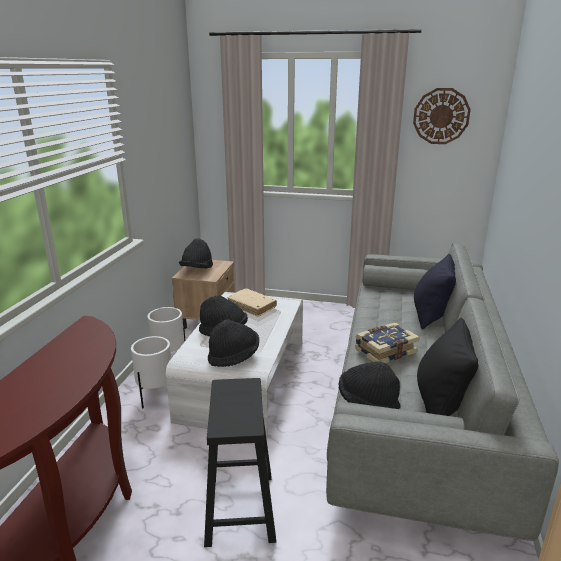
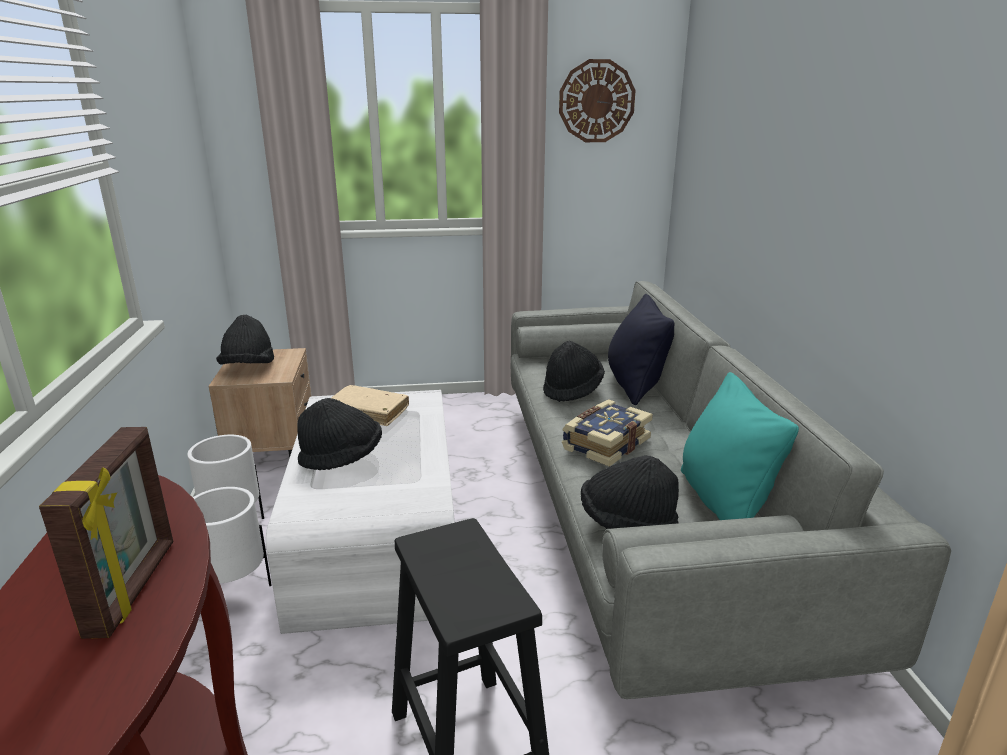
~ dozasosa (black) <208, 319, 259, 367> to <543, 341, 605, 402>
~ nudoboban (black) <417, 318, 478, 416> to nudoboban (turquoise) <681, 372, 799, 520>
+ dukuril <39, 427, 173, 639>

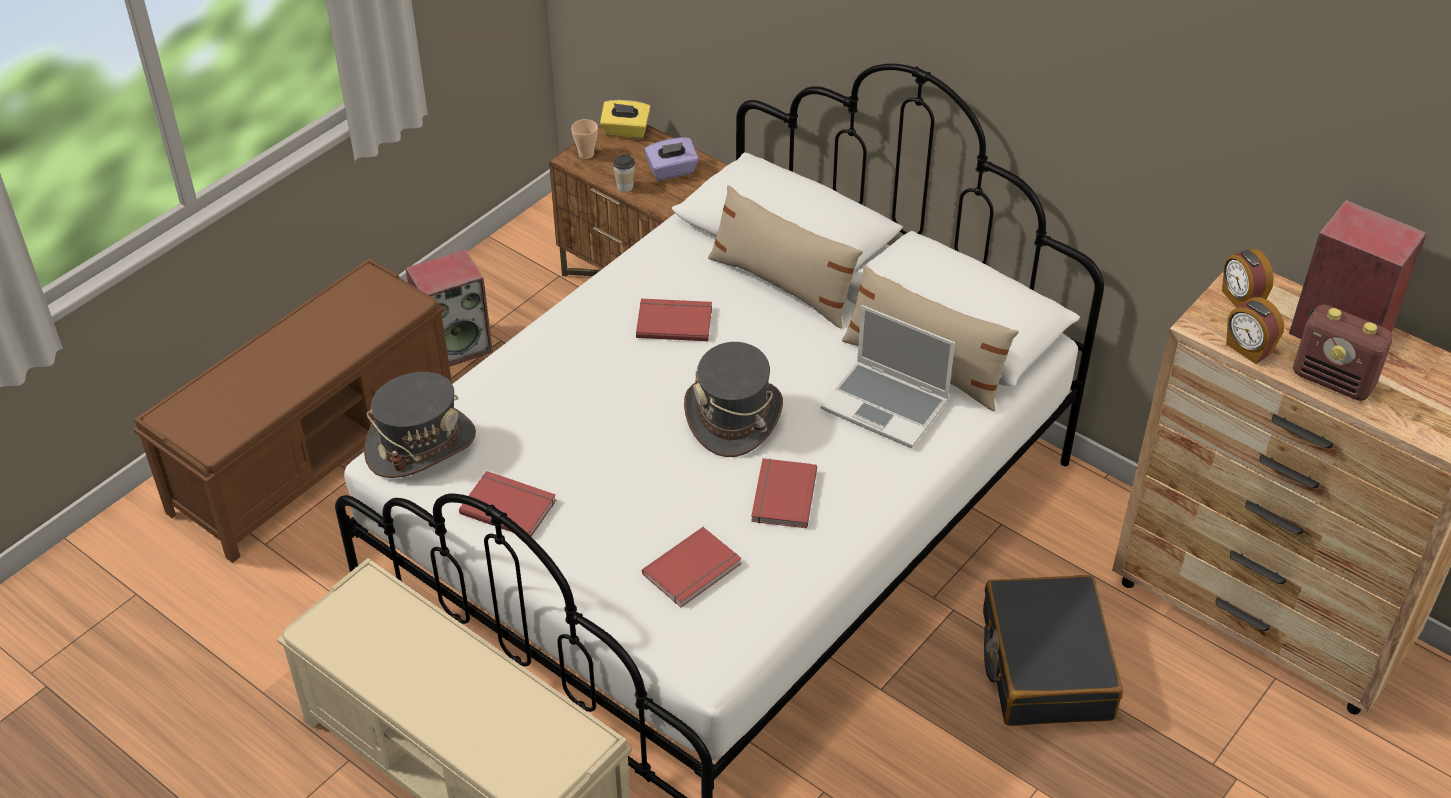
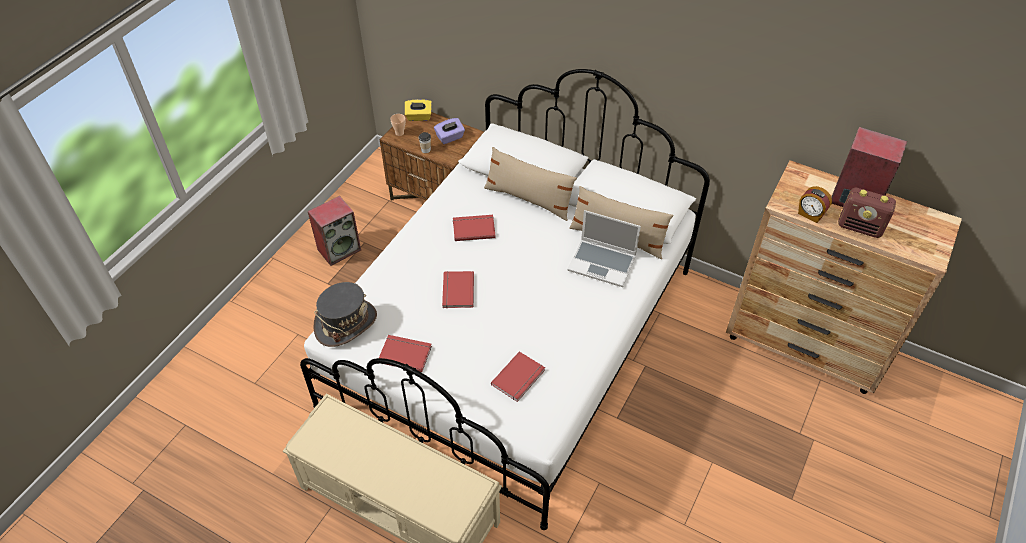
- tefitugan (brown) <133, 258, 452, 563>
- dozasosa (grey) <684, 342, 783, 457>
~ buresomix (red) <751, 458, 817, 528> to <442, 271, 474, 308>
- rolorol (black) <983, 575, 1123, 726>
- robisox <1222, 249, 1274, 308>

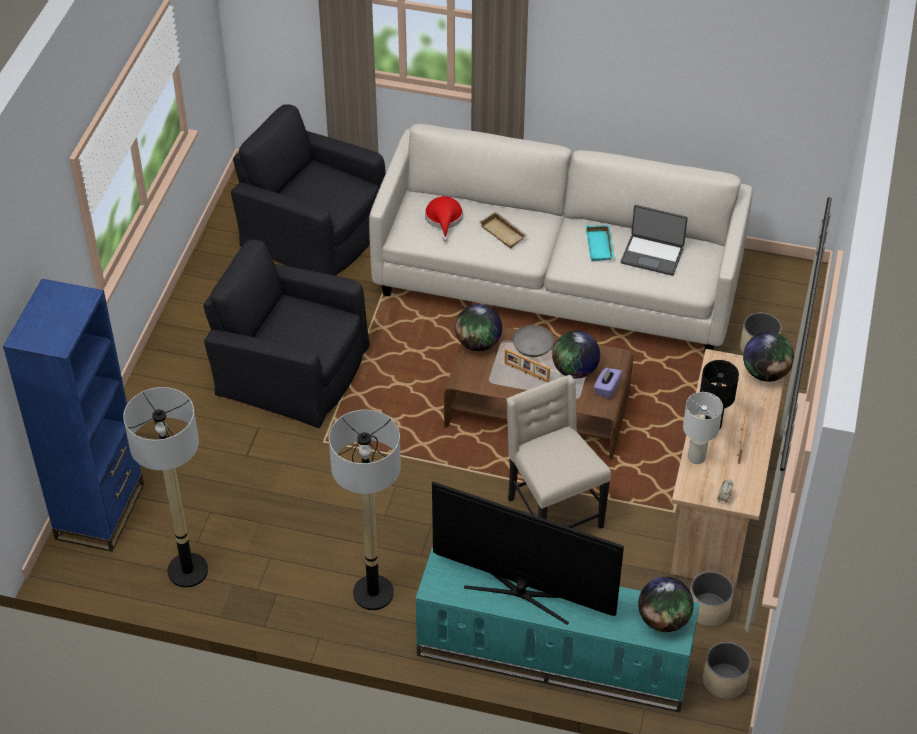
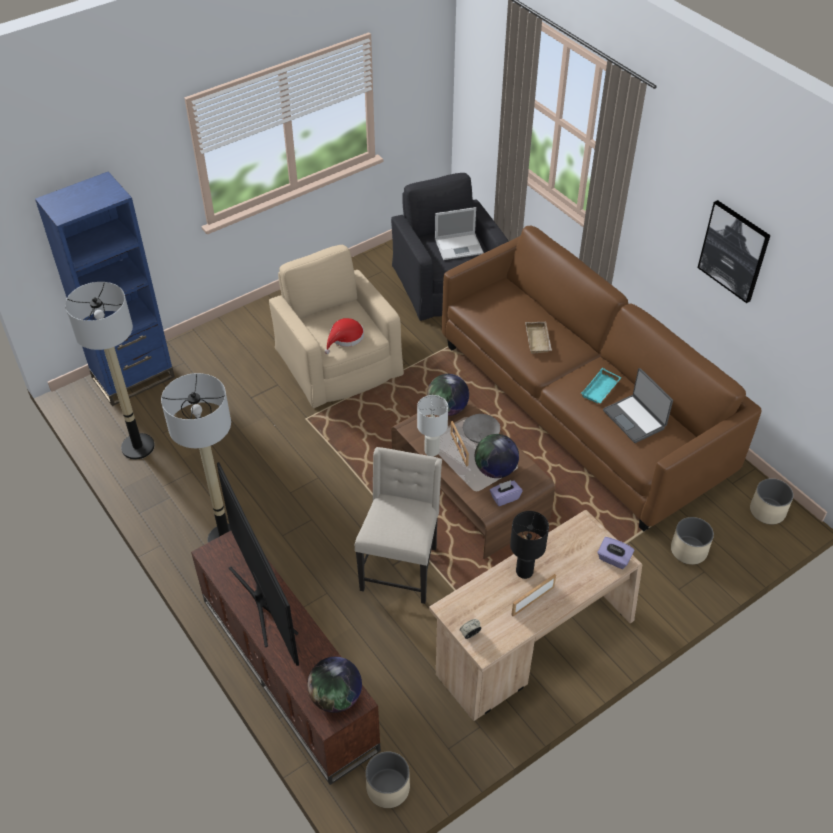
~ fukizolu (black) <203, 240, 370, 428> to fukizolu (beige) <269, 245, 404, 408>
~ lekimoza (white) <369, 124, 753, 354> to lekimoza (brown) <442, 226, 761, 532>
~ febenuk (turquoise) <416, 548, 700, 713> to febenuk (brown) <191, 531, 381, 785>
~ dozasosa (red) <425, 196, 463, 242> to <325, 318, 364, 354>
~ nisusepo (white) <683, 392, 723, 464> to <417, 395, 448, 456>
~ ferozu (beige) <690, 571, 734, 627> to <750, 478, 793, 524>
~ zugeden <743, 332, 794, 382> to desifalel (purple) <597, 537, 634, 569>
+ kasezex <435, 207, 484, 260>
+ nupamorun <698, 200, 770, 303>

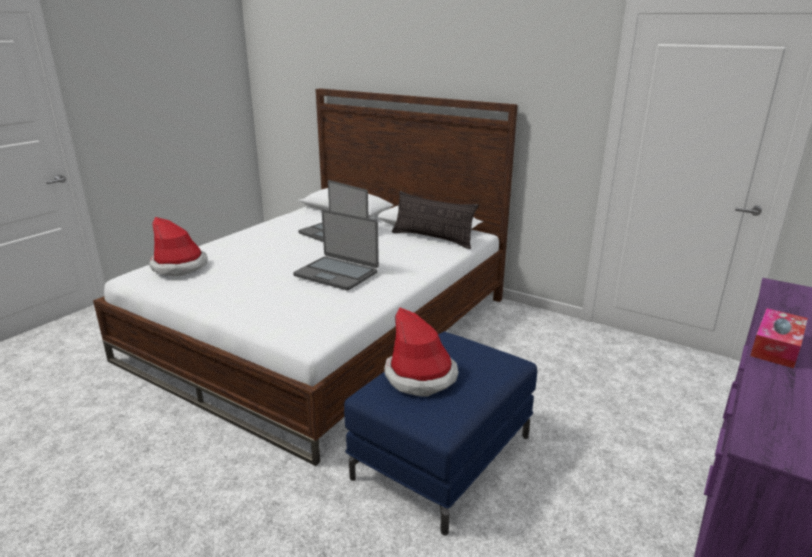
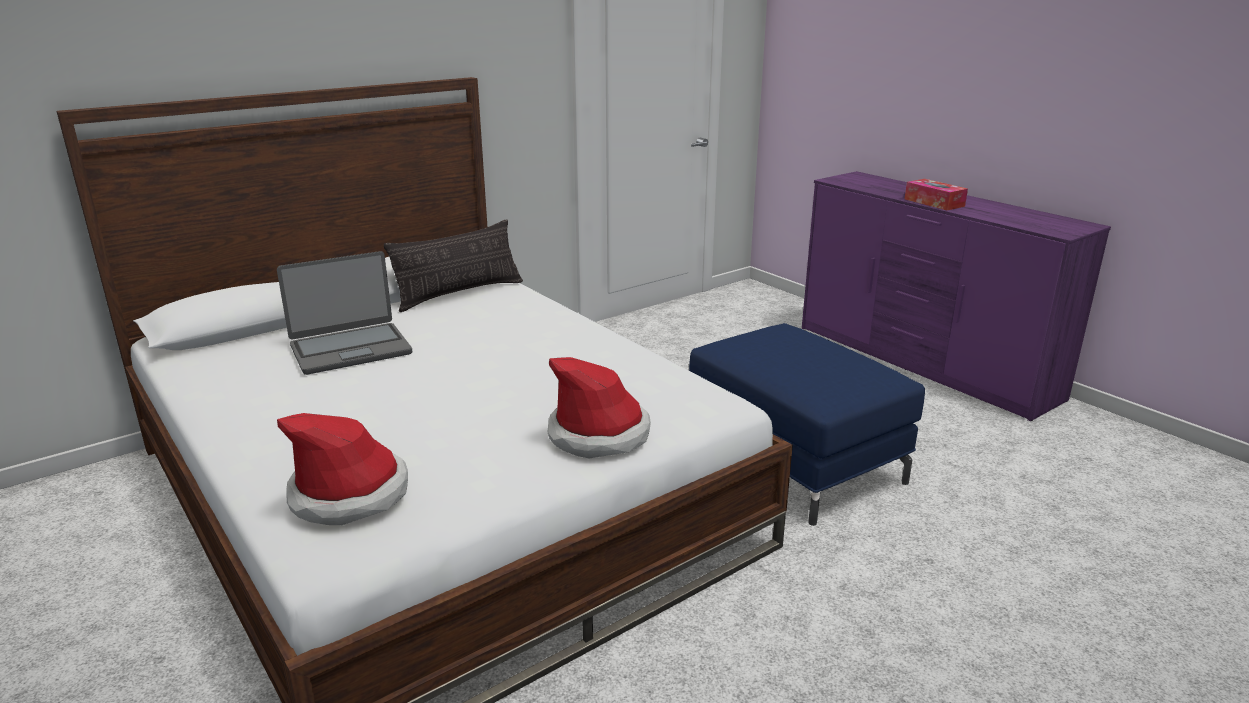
- kasezex <293, 209, 379, 291>
~ dozasosa <384, 307, 459, 397> to <548, 357, 651, 458>

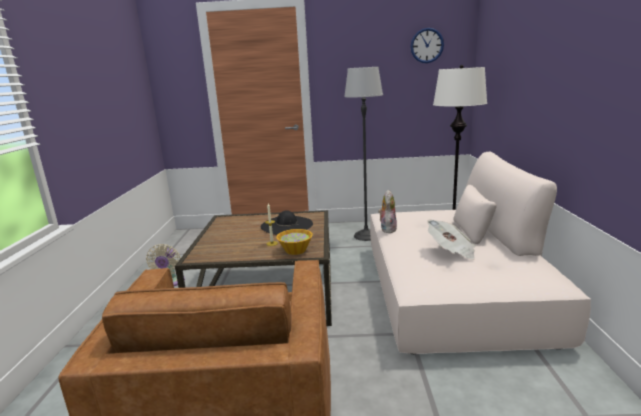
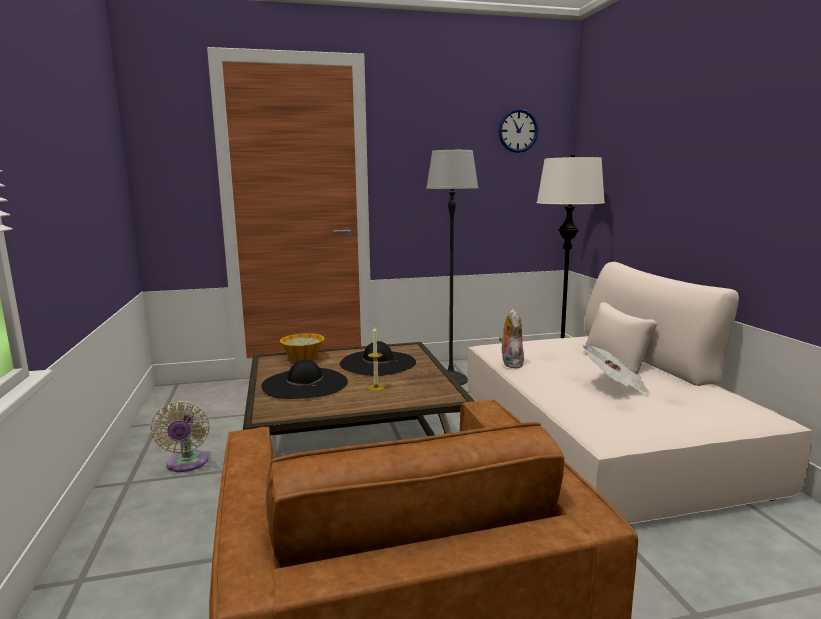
~ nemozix <276, 229, 313, 255> to <280, 333, 325, 362>
+ dozasosa (black) <262, 360, 348, 399>

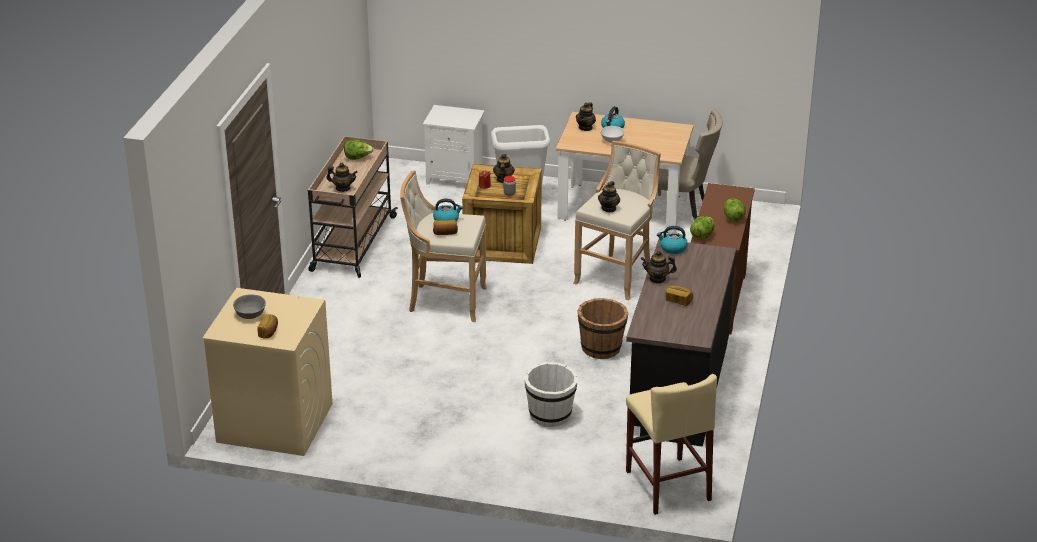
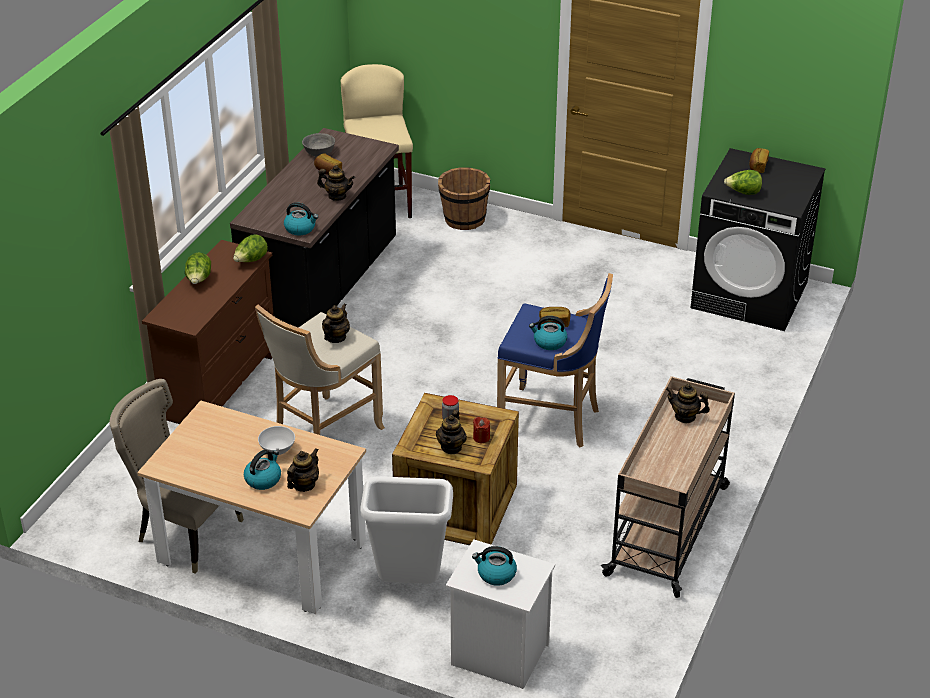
~ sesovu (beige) <202, 288, 333, 456> to sesovu (black) <690, 148, 826, 331>
~ nemozix (grey) <233, 294, 266, 319> to <302, 133, 335, 156>
~ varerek <344, 140, 374, 160> to <724, 170, 762, 195>
~ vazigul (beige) <400, 171, 487, 322> to vazigul (blue) <497, 273, 613, 447>
- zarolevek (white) <524, 362, 578, 427>
~ zarolevek (brown) <578, 298, 628, 359> to <438, 168, 490, 230>
+ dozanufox <472, 546, 517, 586>

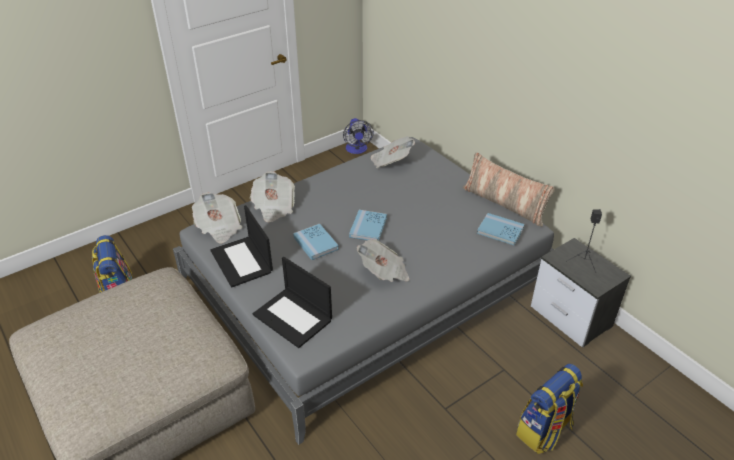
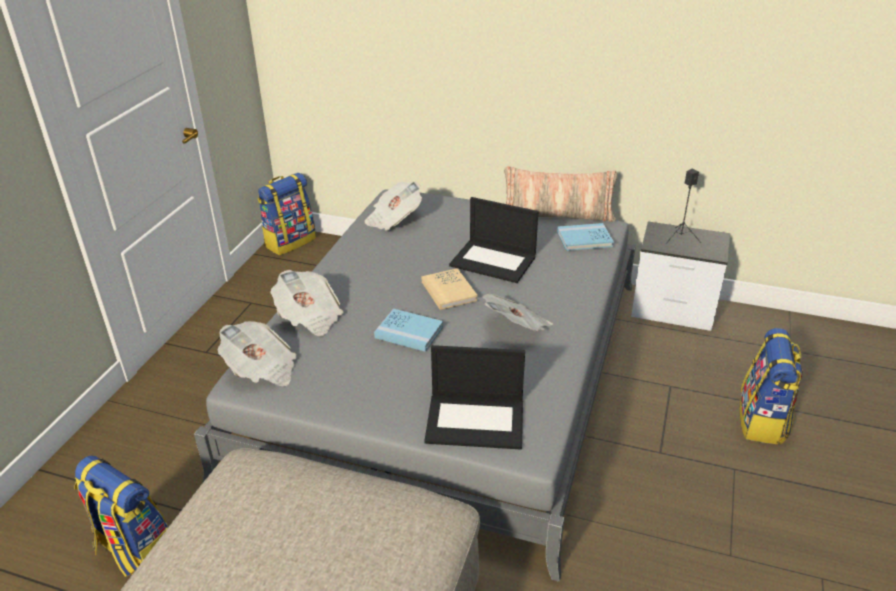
~ kasezex <211, 205, 273, 288> to <449, 197, 538, 283>
~ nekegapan <343, 118, 374, 154> to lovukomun <257, 173, 316, 255>
~ buresomix (blue) <349, 210, 387, 241> to buresomix (beige) <421, 268, 478, 310>

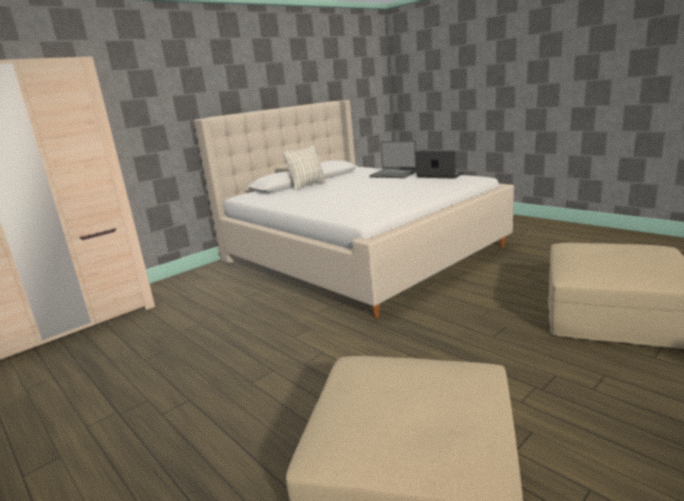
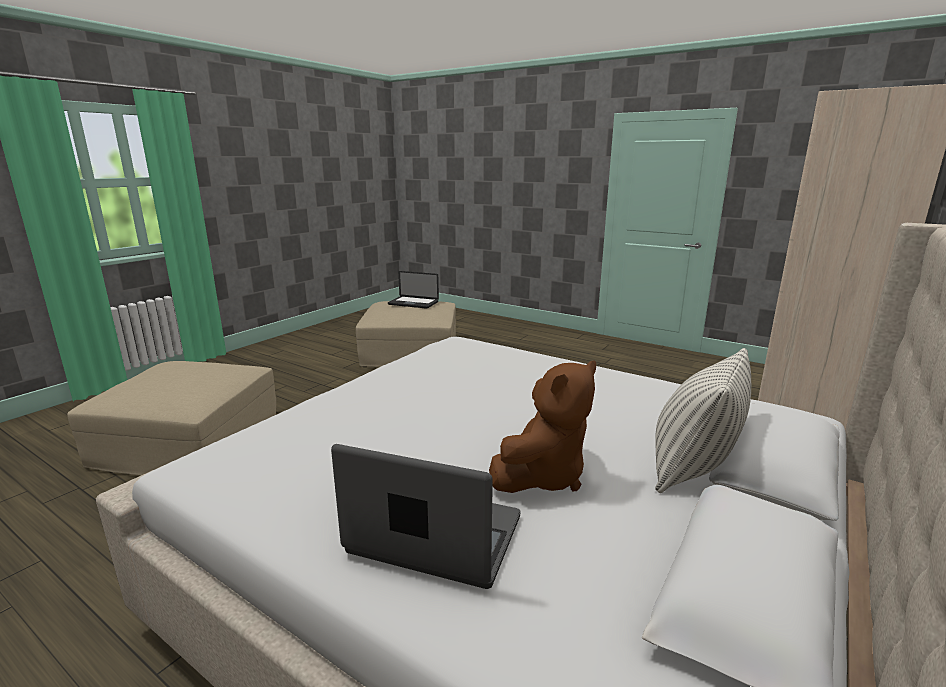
~ kasezex <415, 151, 464, 179> to <388, 271, 439, 309>
+ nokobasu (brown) <489, 361, 596, 493>

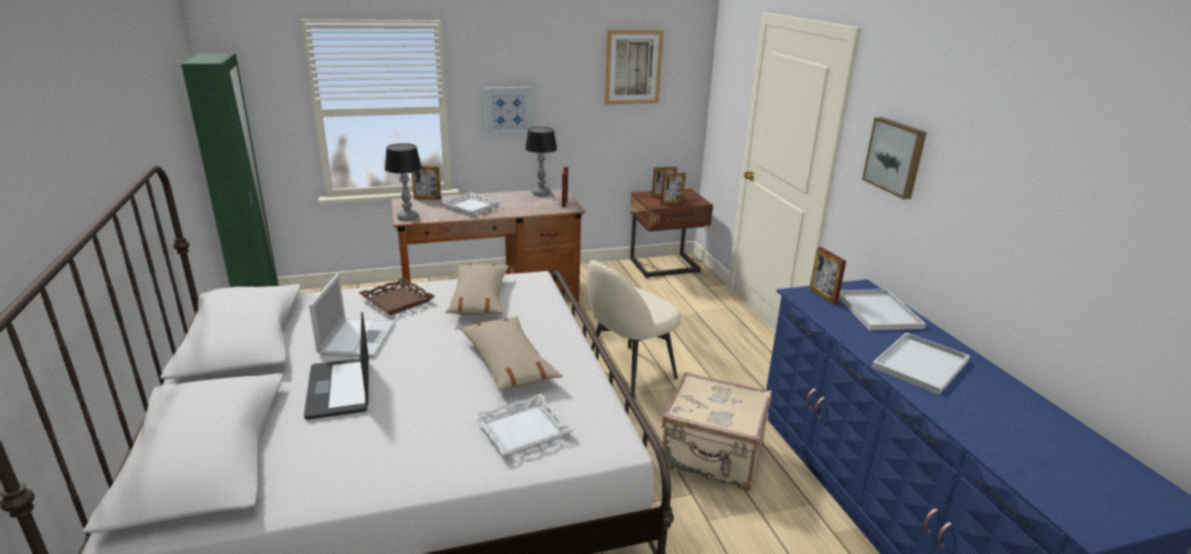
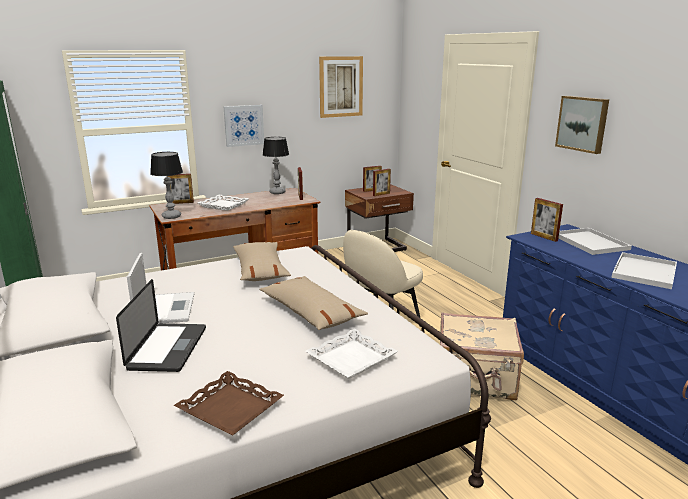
~ kasezex <304, 312, 369, 420> = <116, 279, 206, 372> 150 degrees counterclockwise
~ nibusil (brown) <359, 278, 435, 315> to <174, 371, 284, 436>

